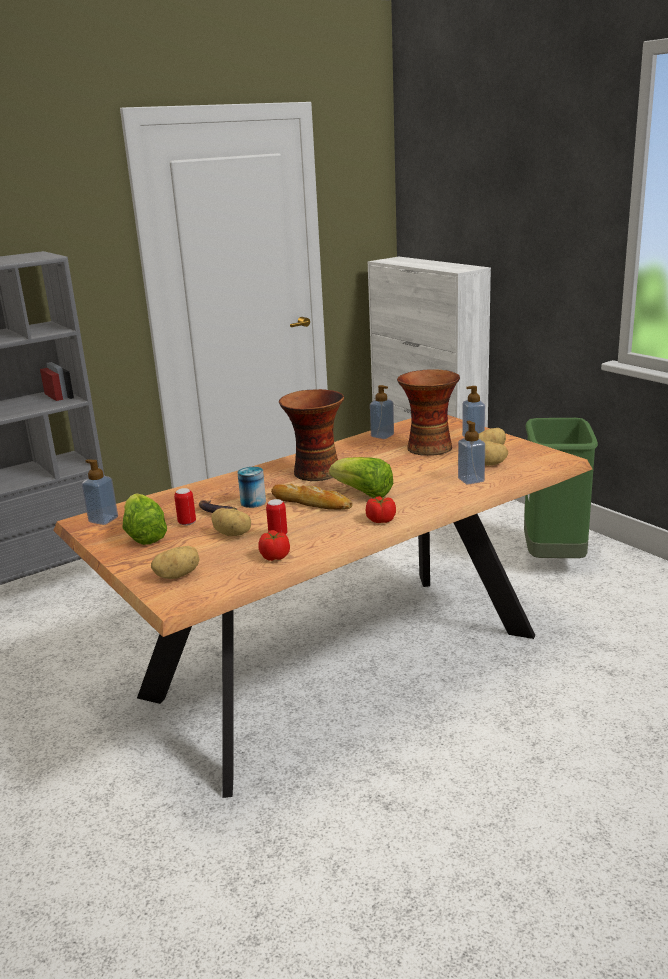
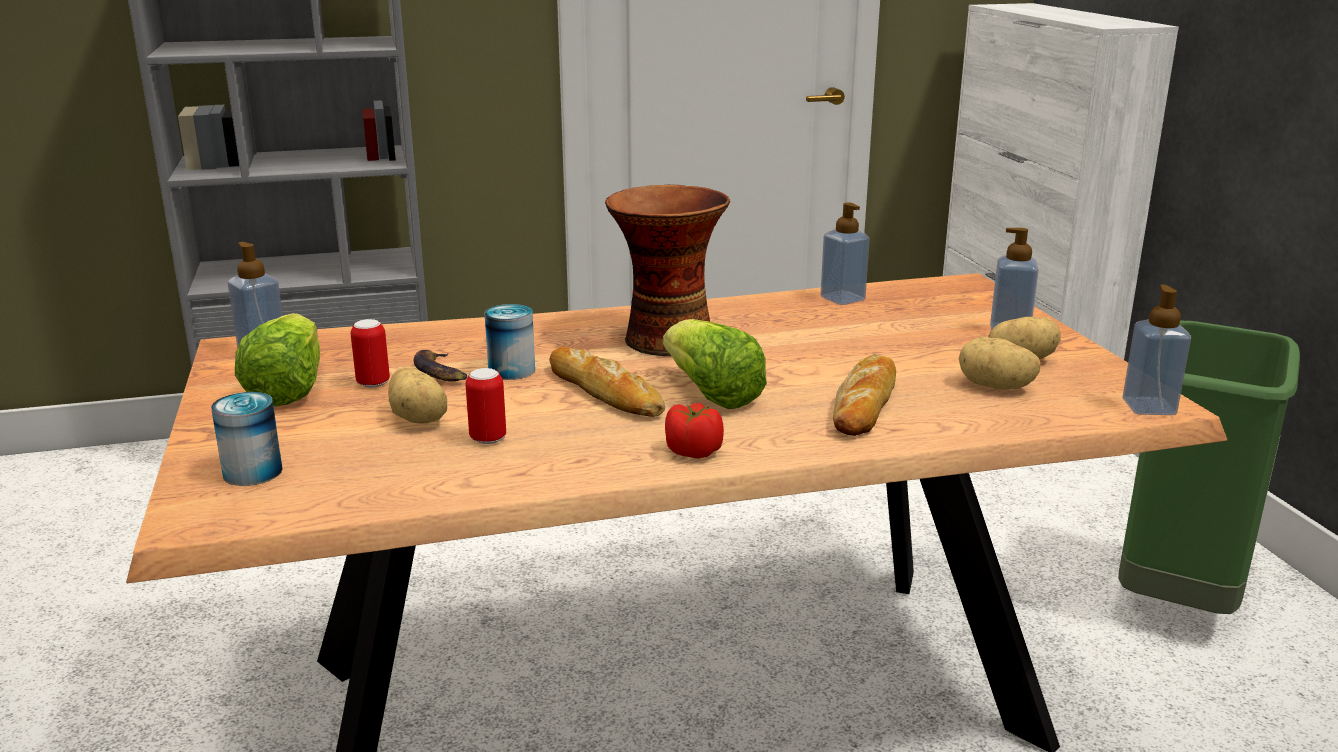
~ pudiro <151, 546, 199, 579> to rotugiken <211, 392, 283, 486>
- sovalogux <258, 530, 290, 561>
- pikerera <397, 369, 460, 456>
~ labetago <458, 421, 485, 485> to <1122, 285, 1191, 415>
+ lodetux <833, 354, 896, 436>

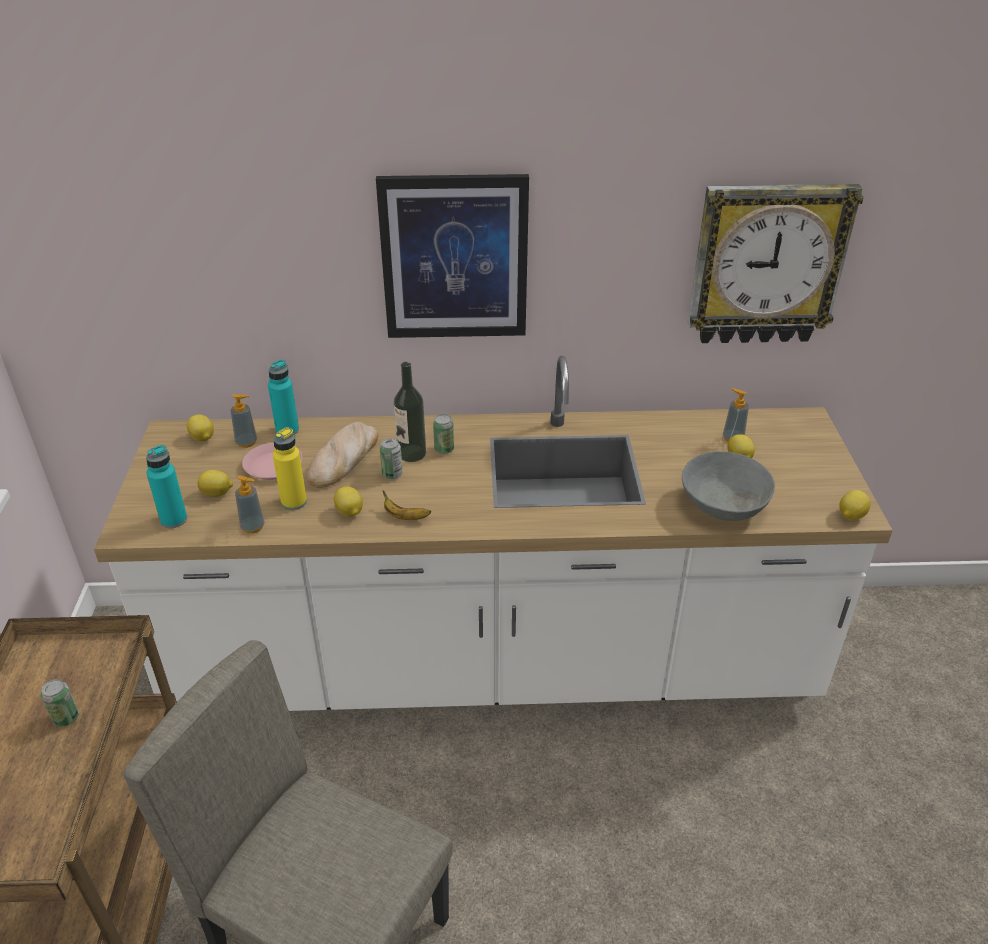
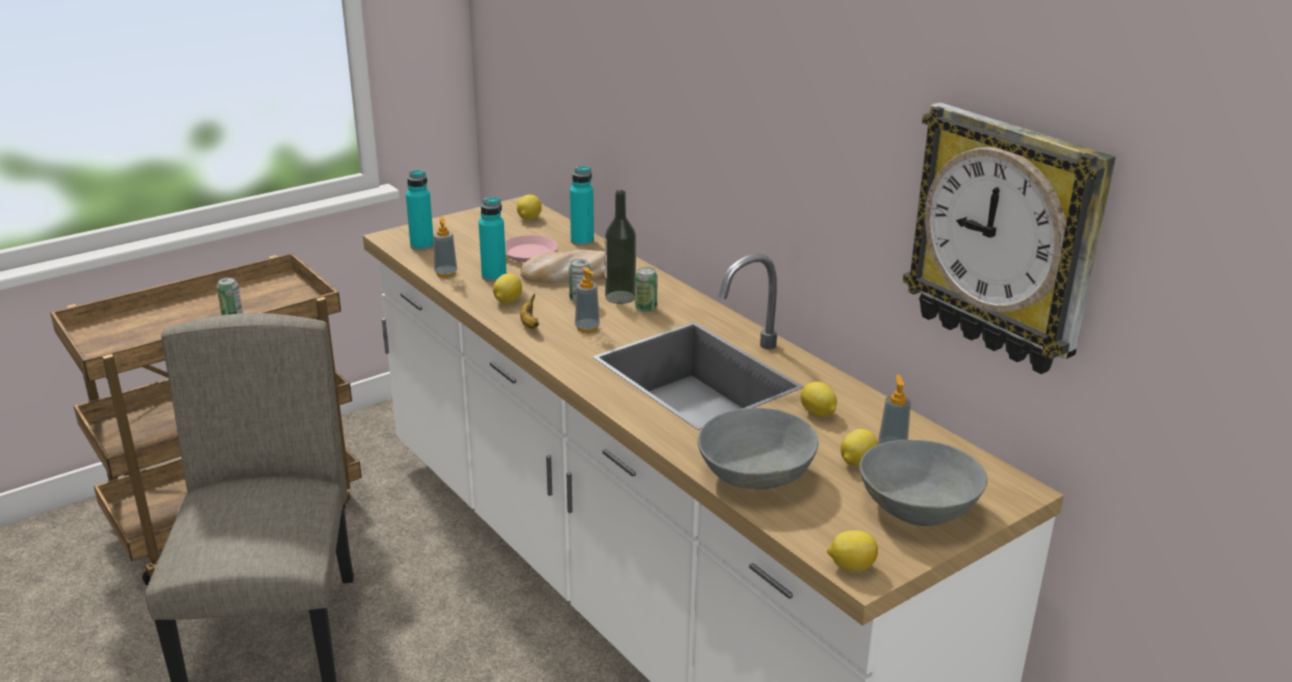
~ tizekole <197, 470, 233, 497> to <801, 382, 837, 417>
~ labetago <231, 394, 257, 448> to <575, 267, 600, 333>
~ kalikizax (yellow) <273, 427, 307, 510> to kalikizax (turquoise) <478, 197, 507, 282>
- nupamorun <376, 174, 529, 338>
+ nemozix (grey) <859, 440, 987, 526>

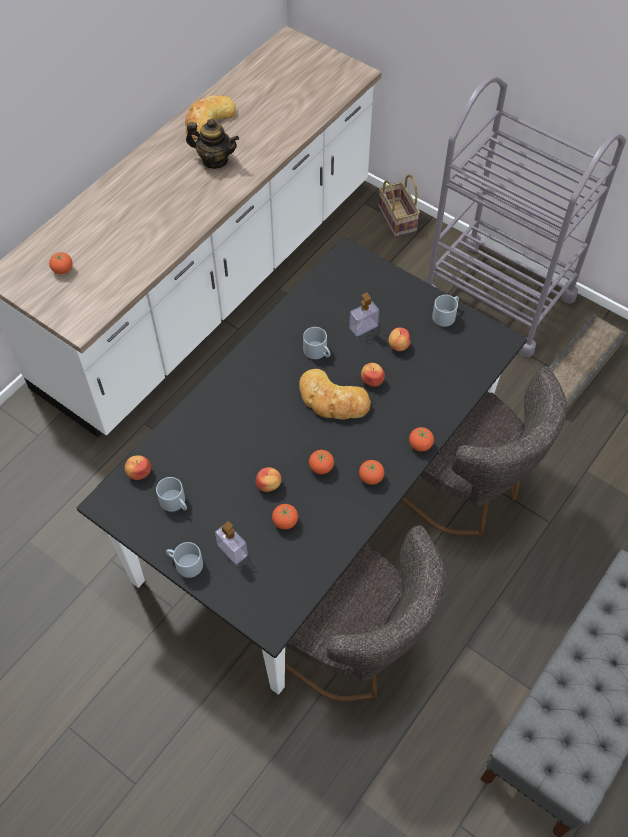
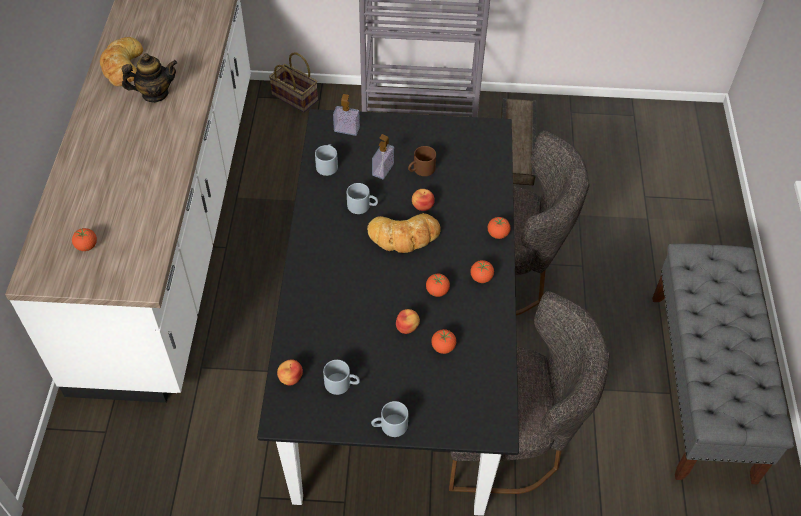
~ labetago <215, 521, 248, 565> to <333, 94, 360, 136>
~ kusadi <388, 327, 410, 351> to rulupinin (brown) <408, 146, 436, 176>
~ rulupinin (grey) <432, 295, 459, 327> to <315, 144, 338, 176>

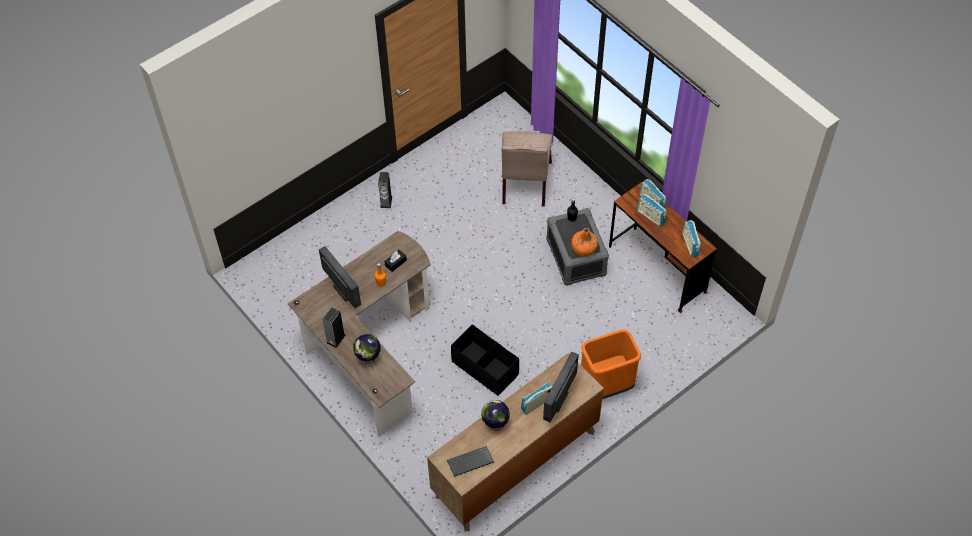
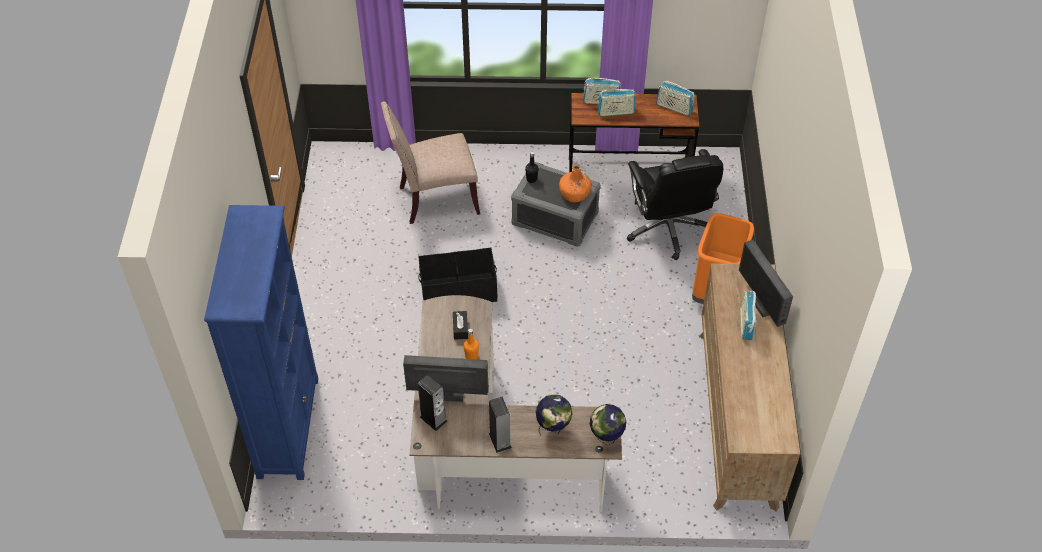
~ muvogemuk <378, 172, 392, 208> to <418, 375, 448, 431>
- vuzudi <447, 446, 494, 477>
~ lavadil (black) <451, 324, 519, 396> to <418, 248, 497, 302>
~ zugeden <481, 400, 510, 431> to <590, 404, 626, 445>
~ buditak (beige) <502, 131, 552, 207> = <381, 101, 480, 224> 120 degrees clockwise
+ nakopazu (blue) <204, 205, 318, 480>
+ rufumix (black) <627, 149, 723, 260>

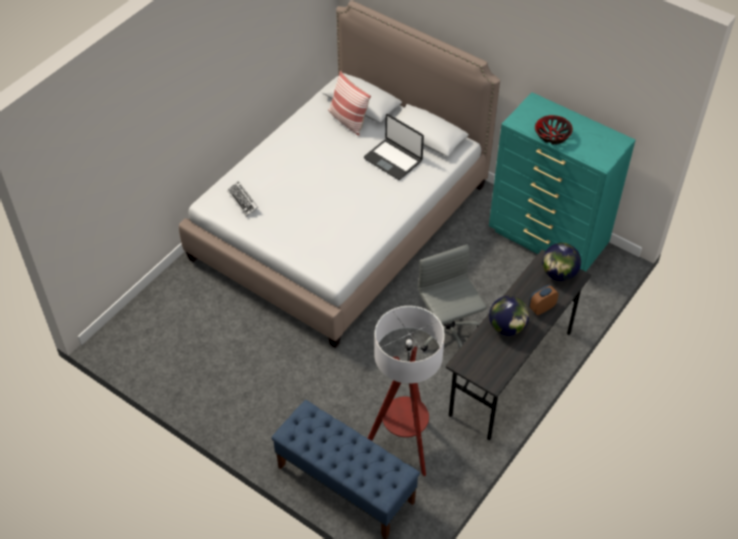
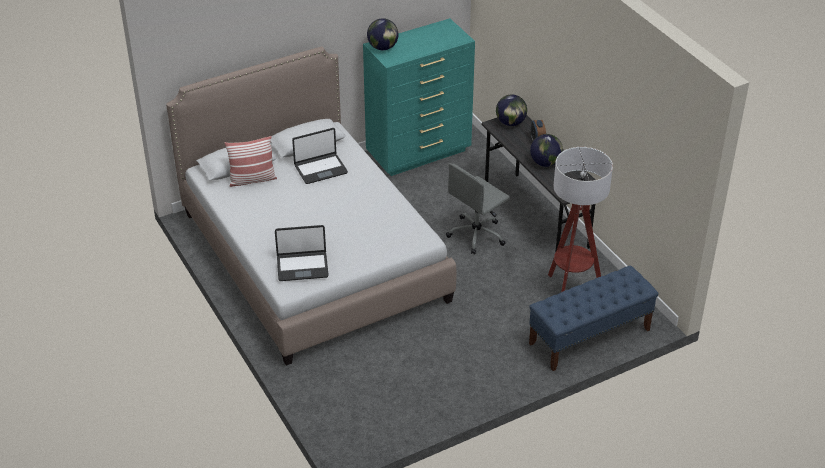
~ vuzudi <227, 181, 258, 217> to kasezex <275, 225, 329, 281>
~ rufumix (grey) <418, 244, 487, 352> = <446, 163, 510, 254> 45 degrees counterclockwise
- nemozix <535, 115, 573, 144>
+ zugeden <367, 18, 399, 50>

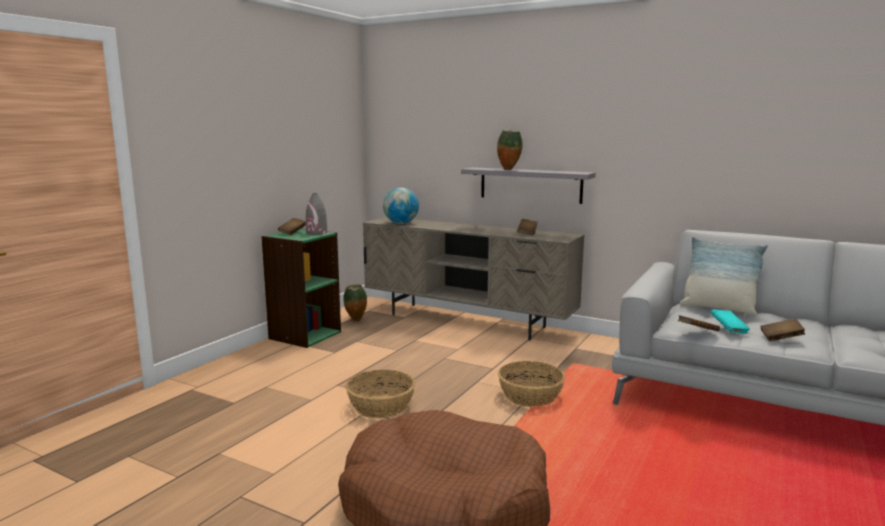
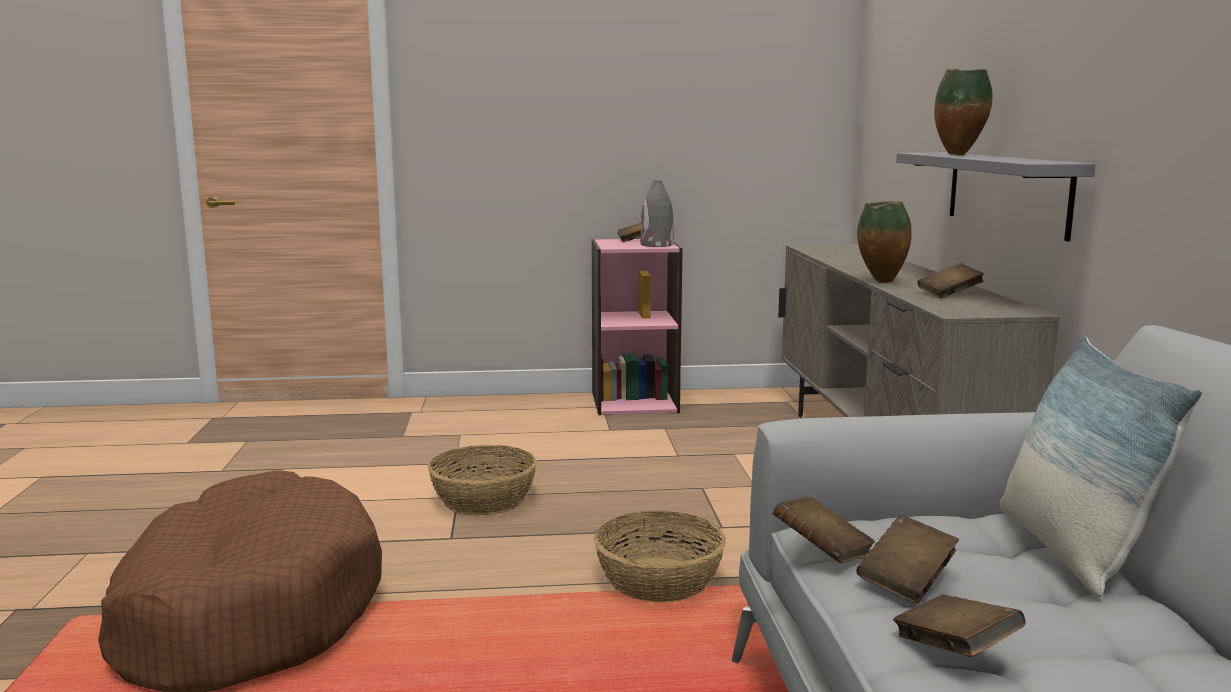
~ nakopazu (green) <261, 229, 341, 348> to nakopazu (pink) <592, 239, 683, 415>
~ pikerera <343, 284, 367, 321> to <857, 201, 912, 283>
- zugeden <383, 188, 419, 224>
~ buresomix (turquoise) <711, 309, 750, 334> to buresomix (brown) <856, 515, 959, 604>

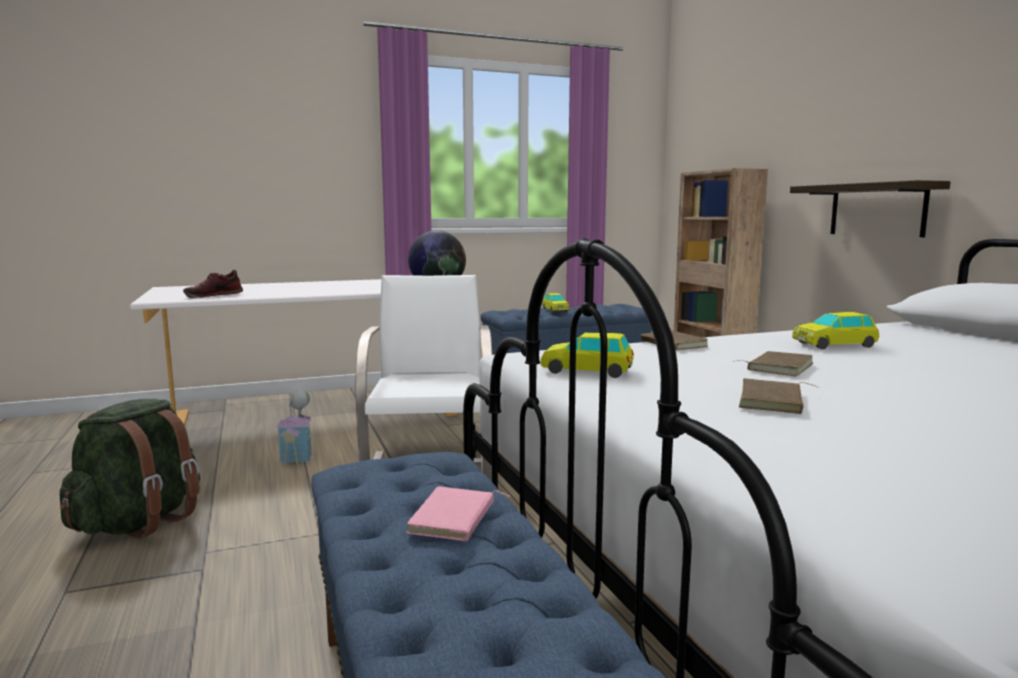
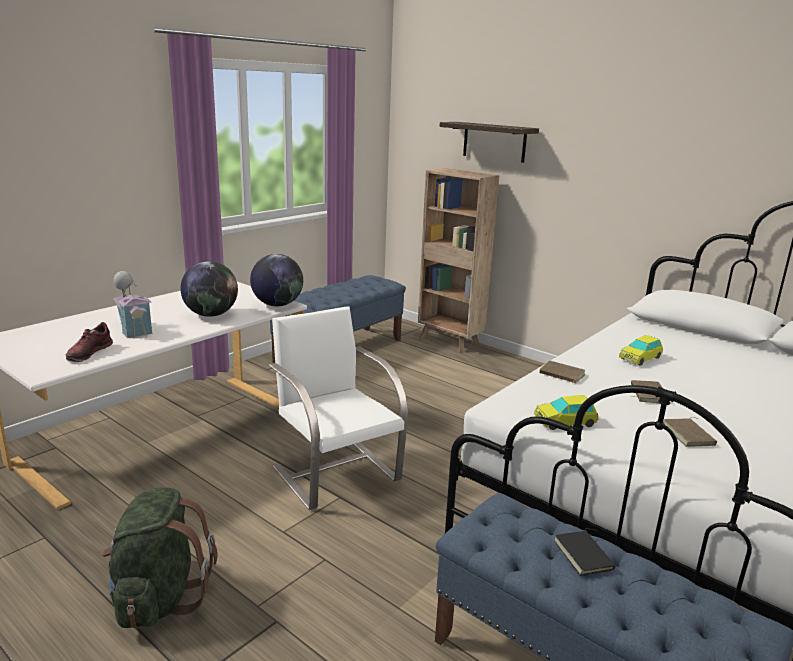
~ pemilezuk <276, 389, 313, 465> to <113, 271, 153, 338>
~ buresomix (pink) <406, 486, 512, 542> to buresomix (black) <554, 528, 616, 576>
- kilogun <543, 293, 569, 312>
~ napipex <790, 180, 951, 237> to <440, 122, 539, 163>
+ zugeden <180, 261, 238, 317>

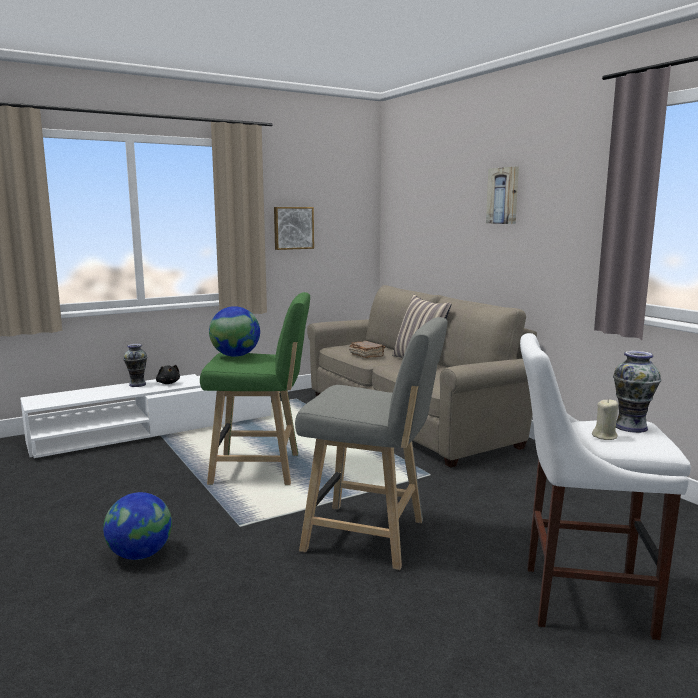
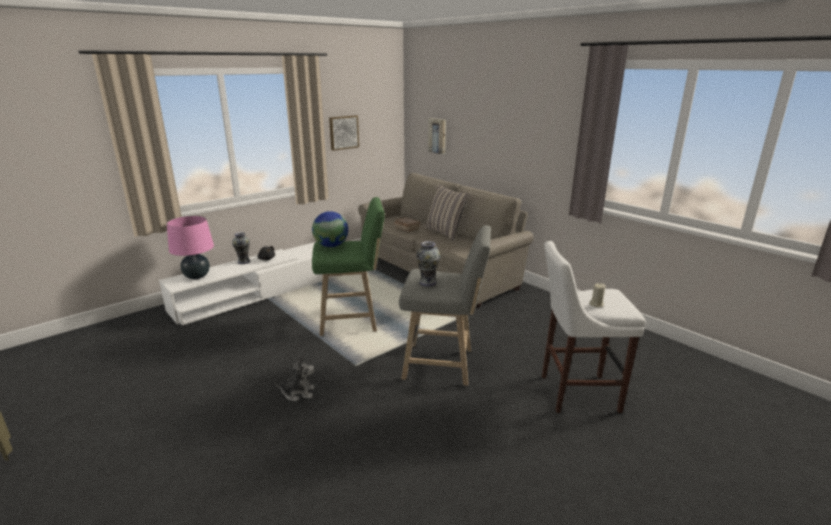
~ zugeden <103, 492, 172, 560> to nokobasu <275, 356, 315, 401>
~ nupamorun <486, 167, 519, 224> to <428, 118, 446, 154>
~ pikerera <613, 351, 661, 433> to <416, 241, 441, 287>
+ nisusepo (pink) <167, 216, 214, 279>

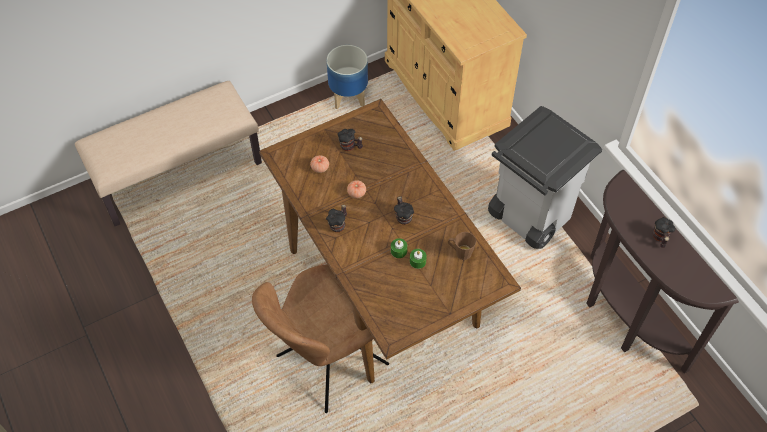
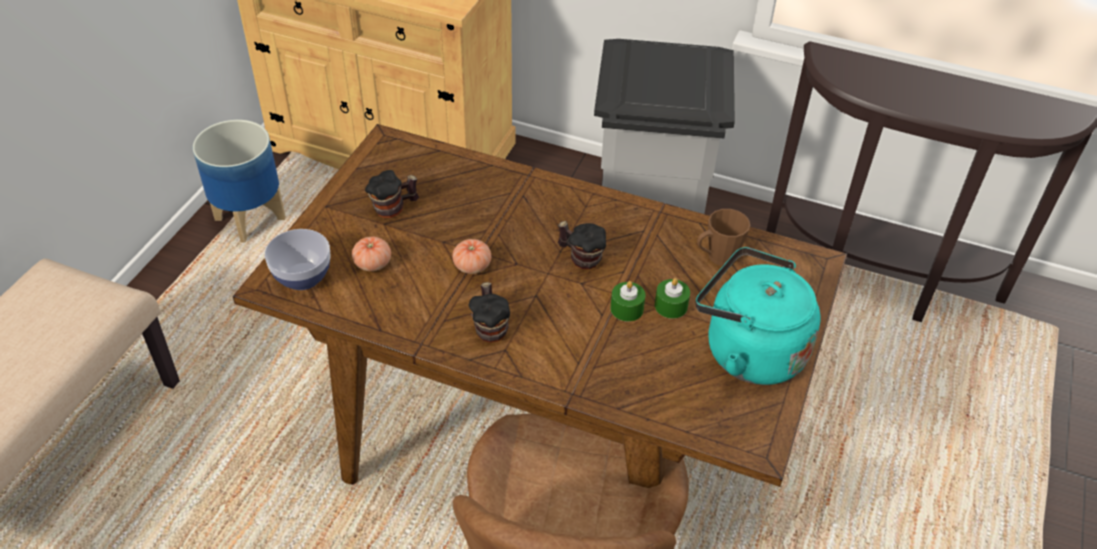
- rulupinin <653, 217, 676, 248>
+ nemozix <265, 229, 330, 290>
+ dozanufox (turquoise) <696, 247, 820, 385>

